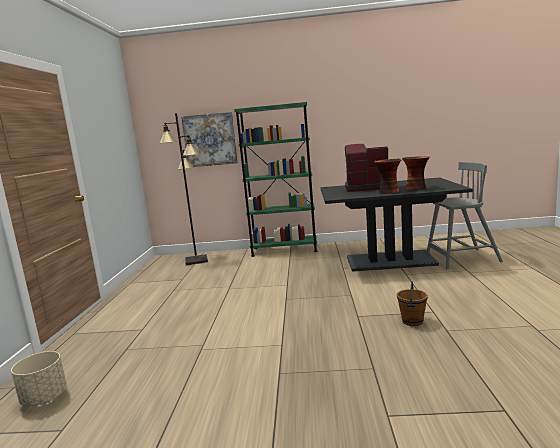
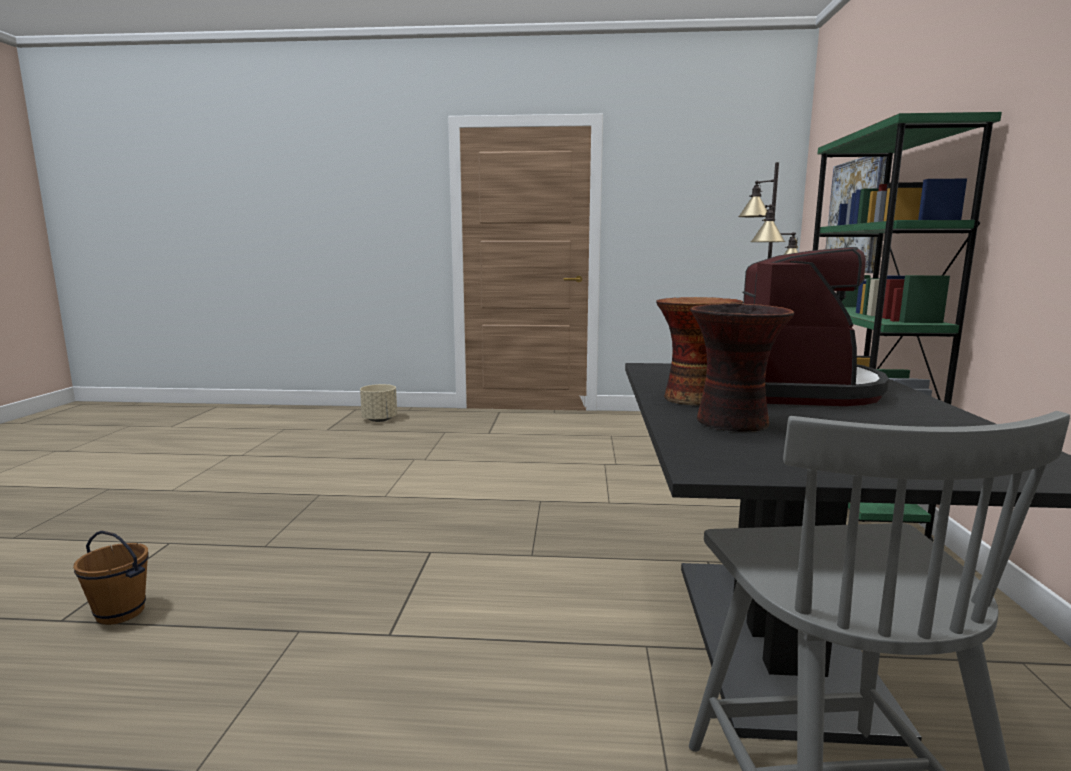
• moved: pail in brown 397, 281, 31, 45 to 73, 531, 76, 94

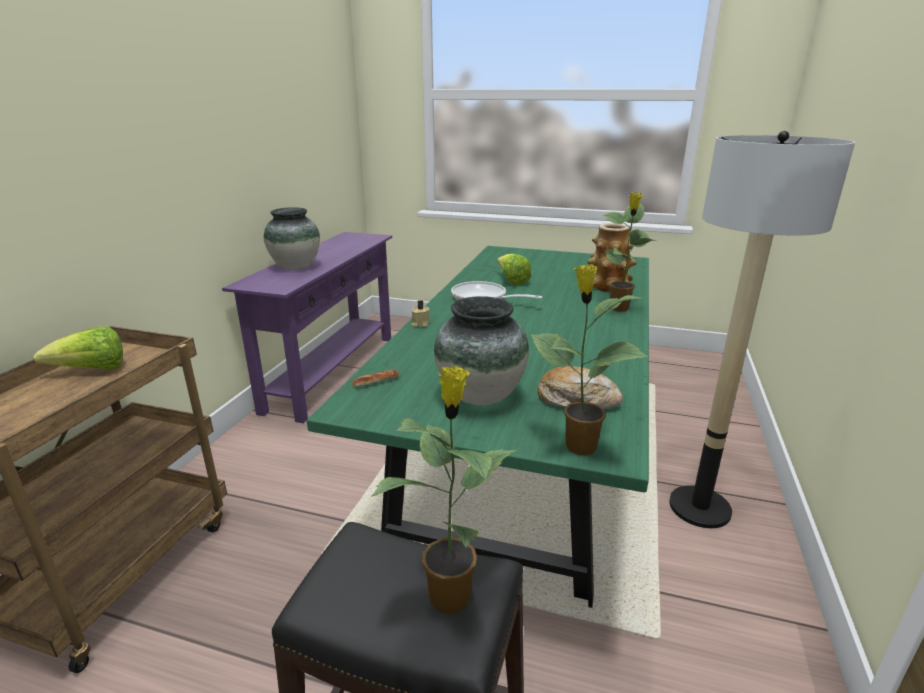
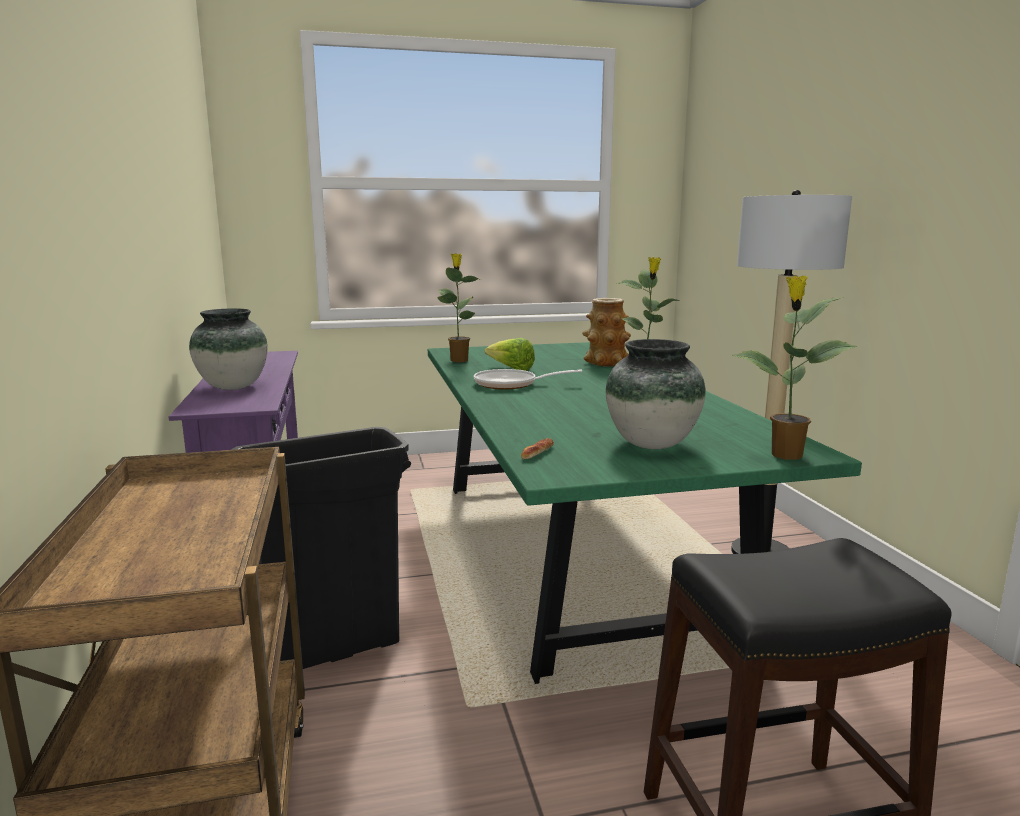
• removed: candle in beige 411, 300, 18, 27
• removed: head of lettuce 33, 327, 90, 43
• moved: plant in a pot 371, 366, 146, 249 to 438, 253, 43, 109
• removed: bakery bread 538, 366, 85, 43
• added: trash can in blackish 231, 427, 180, 242

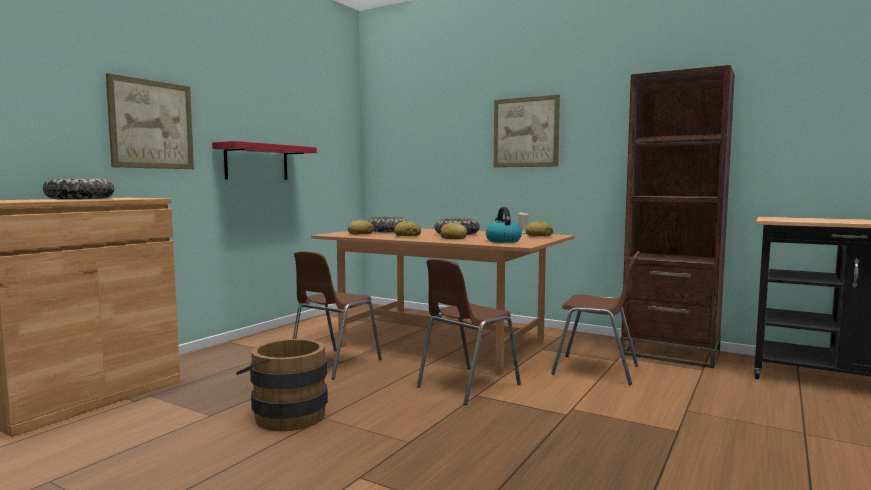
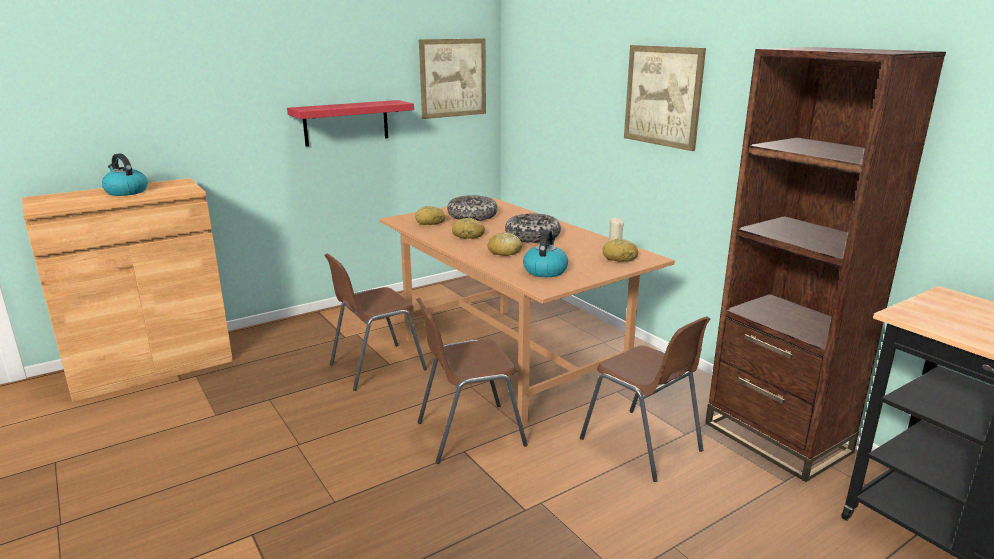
• moved: wall picture 106, 73, 88, 96 to 419, 38, 67, 81
• replaced: deep dish 43, 179, 71, 20 to water kettle 102, 153, 46, 43
• removed: pail in brown 236, 339, 92, 92

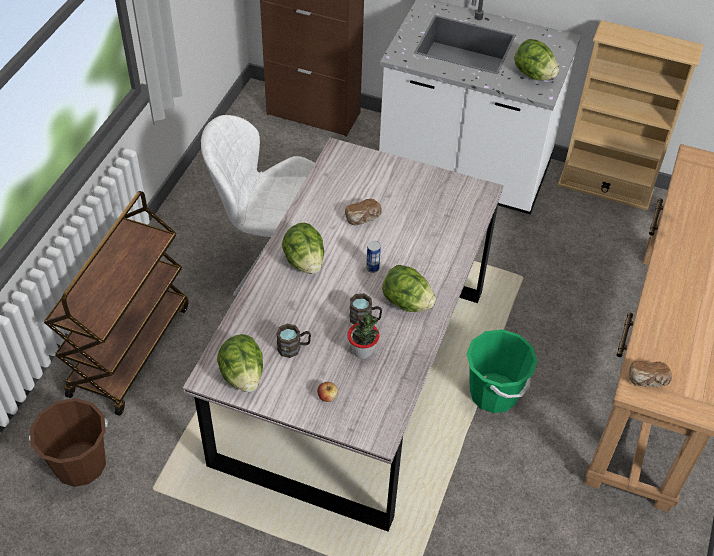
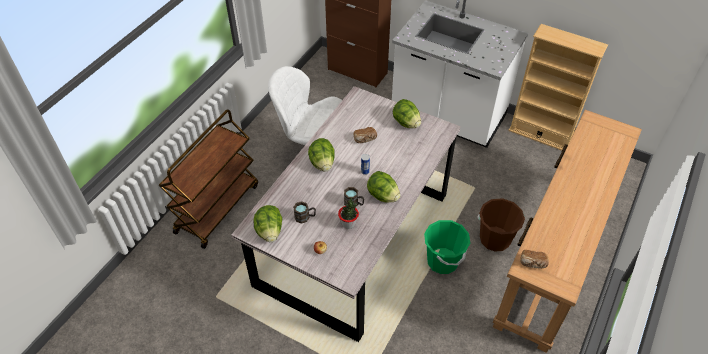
• moved: head of lettuce 514, 39, 45, 41 to 393, 99, 28, 29
• moved: pail in brown 29, 398, 79, 89 to 477, 198, 48, 54

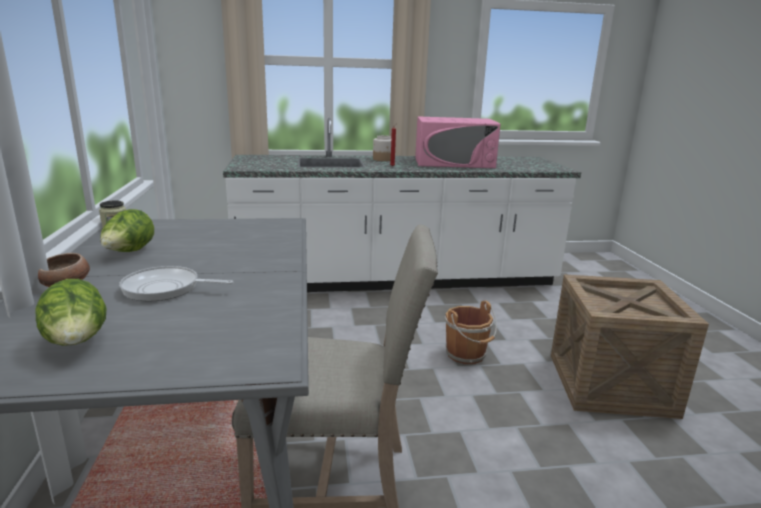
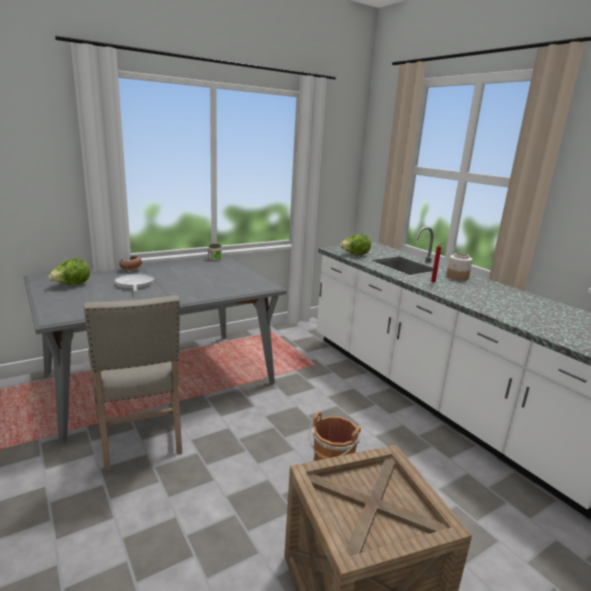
• removed: microwave in pinkish 415, 116, 86, 52
• moved: head of lettuce 100, 209, 54, 43 to 340, 234, 31, 21

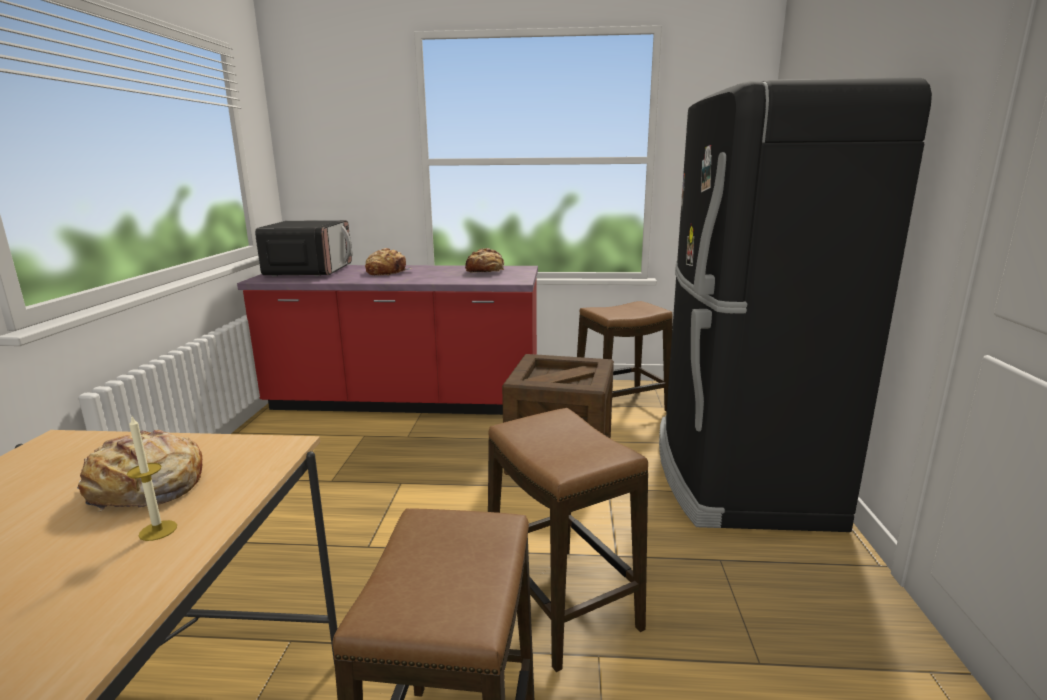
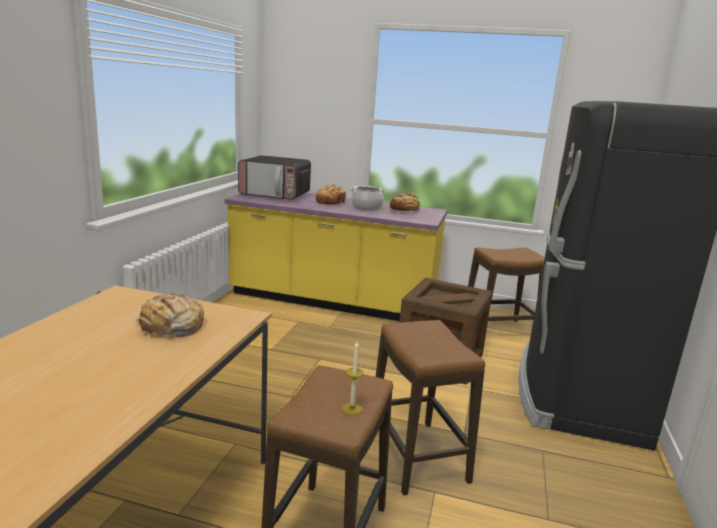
• turned: microwave 255, 220, 98, 57 = 238, 155, 73, 45 90 degrees clockwise
• recoloured: counter in reddish 237, 265, 301, 150 to counter in yellow-coloured 225, 193, 222, 128
• moved: candle 127, 417, 50, 124 to 342, 341, 22, 74
• added: saucepot 350, 186, 36, 24

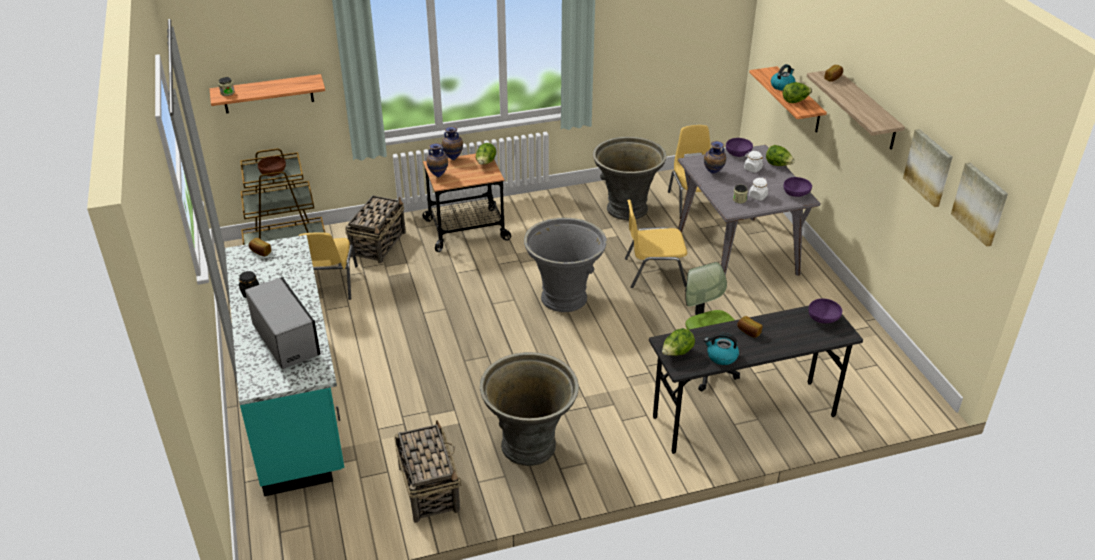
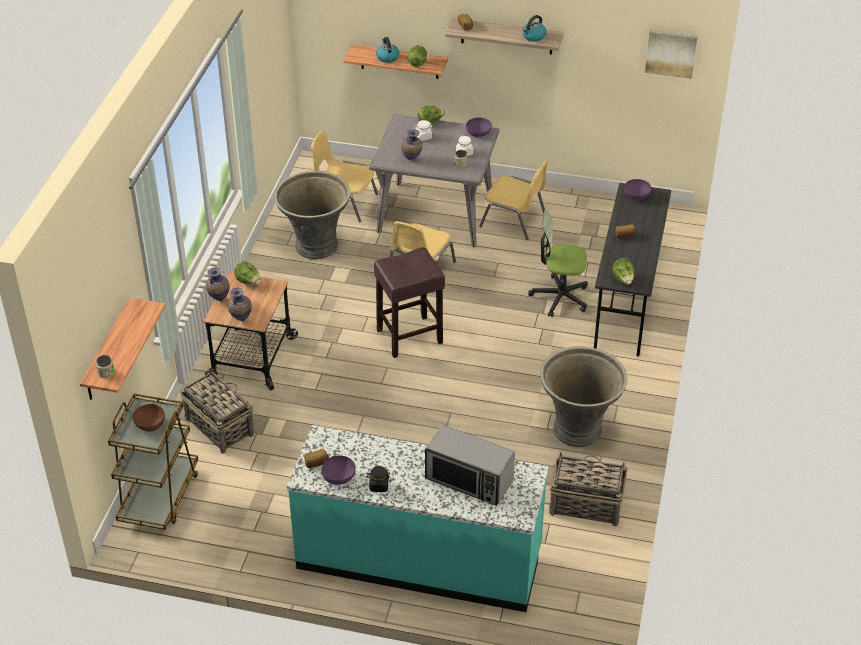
• removed: wall picture 903, 129, 49, 78
• moved: deep dish in purple 726, 138, 27, 19 to 322, 456, 34, 29
• replaced: flower pot in grey 524, 218, 83, 94 to stool in brown 374, 247, 71, 111
• moved: chair in yellow-coloured 299, 232, 59, 68 to 479, 160, 69, 80
• turned: microwave 245, 277, 75, 92 = 425, 425, 90, 81 150 degrees counterclockwise
• moved: water kettle 704, 333, 35, 32 to 522, 15, 24, 26

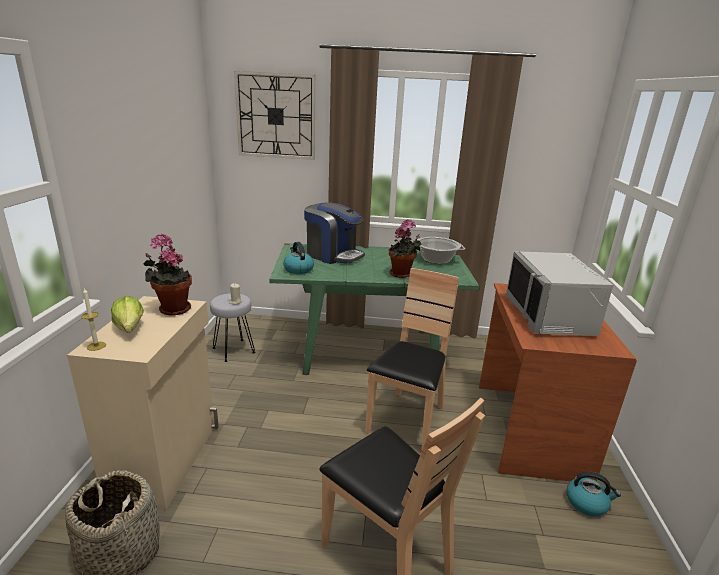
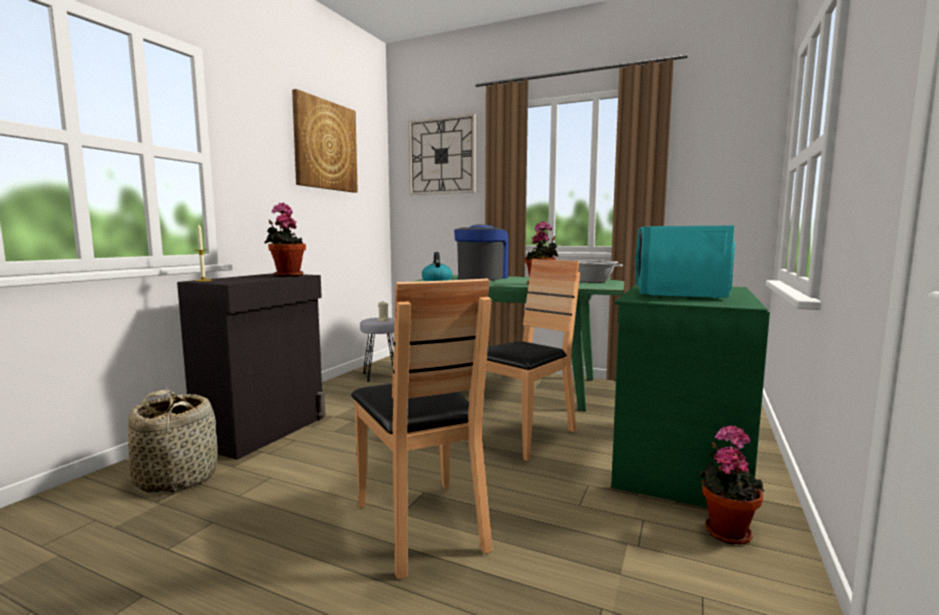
• turned: coffee machine 304, 202, 61, 62 = 454, 224, 55, 57 120 degrees counterclockwise
• recoloured: microwave in grey 506, 252, 107, 84 to microwave in blue-green 635, 226, 100, 73
• recoloured: desk table in brown 479, 283, 158, 198 to desk table in green 611, 285, 159, 223
• recoloured: cabinet in beige 67, 296, 152, 214 to cabinet in blackish 177, 273, 149, 187
• removed: head of lettuce 111, 296, 33, 37
• replaced: water kettle 567, 472, 54, 44 to plant in a pot 698, 425, 66, 120
• added: wall picture 292, 89, 66, 104

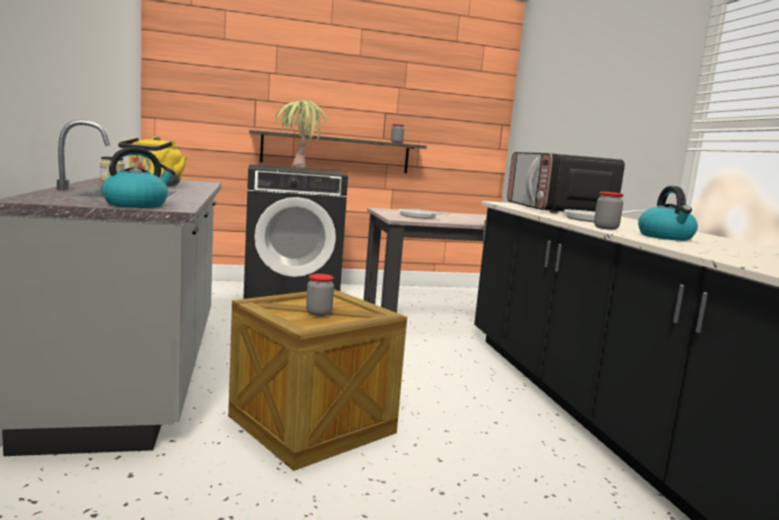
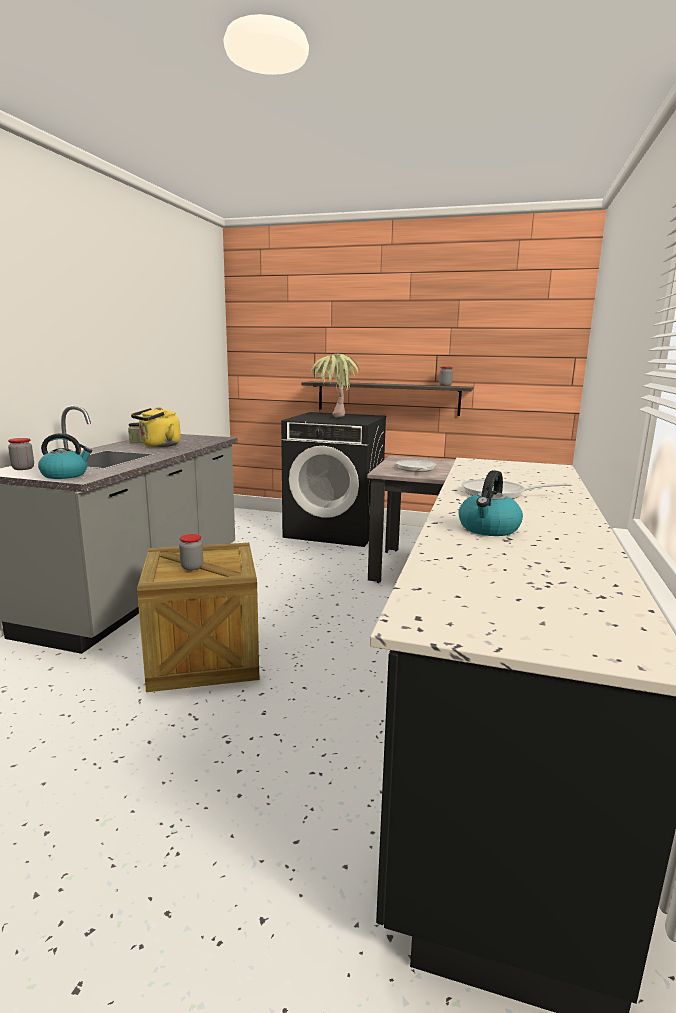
• removed: microwave 507, 152, 118, 61
• moved: jar 594, 192, 30, 38 to 8, 438, 26, 32

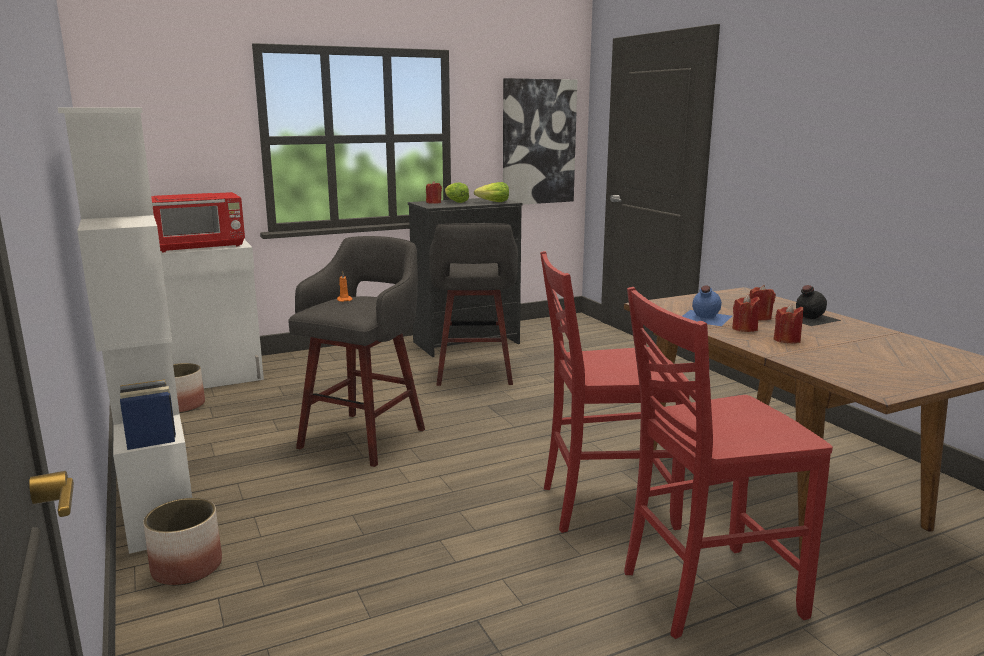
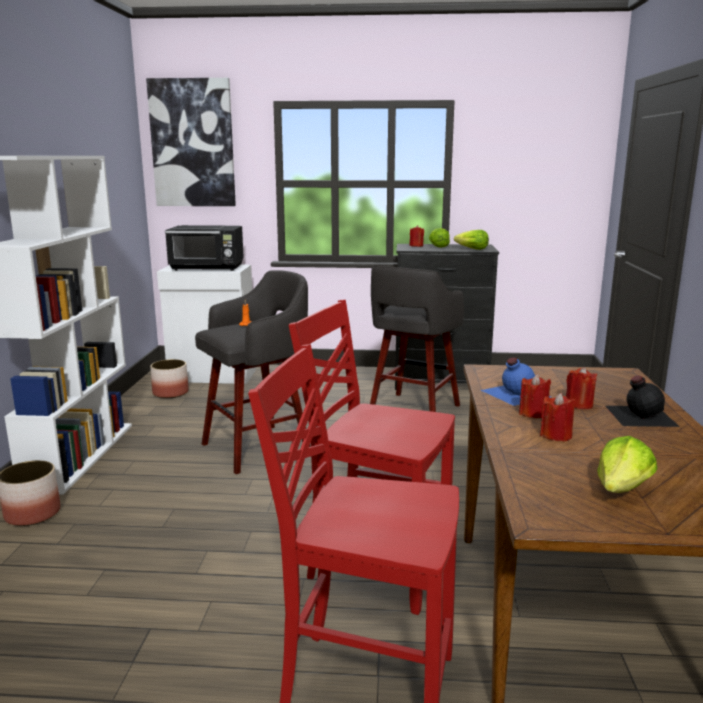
• moved: wall picture 503, 78, 74, 126 to 146, 78, 90, 128
• recoloured: microwave in reddish 151, 192, 94, 60 to microwave in blackish 165, 225, 79, 46
• added: head of lettuce 597, 436, 60, 57

